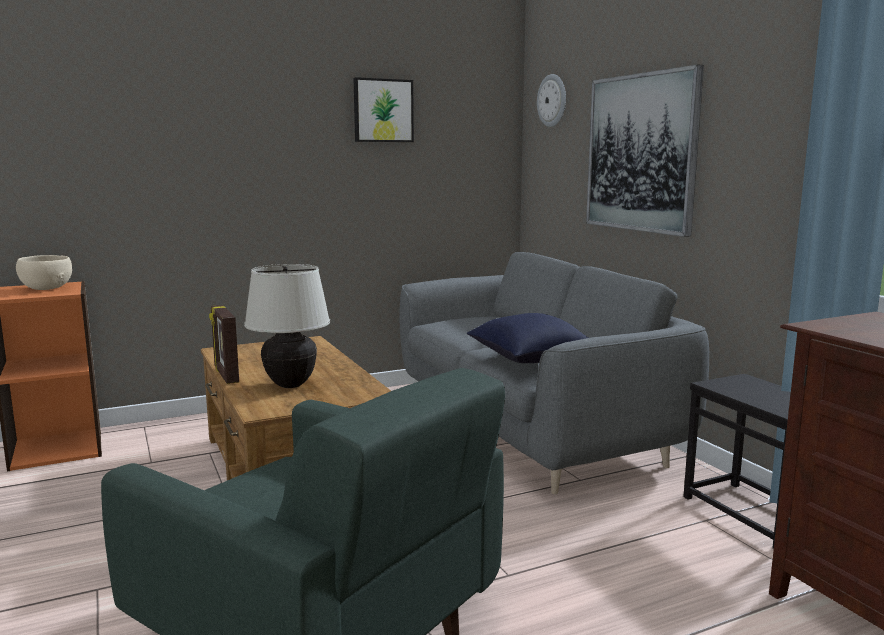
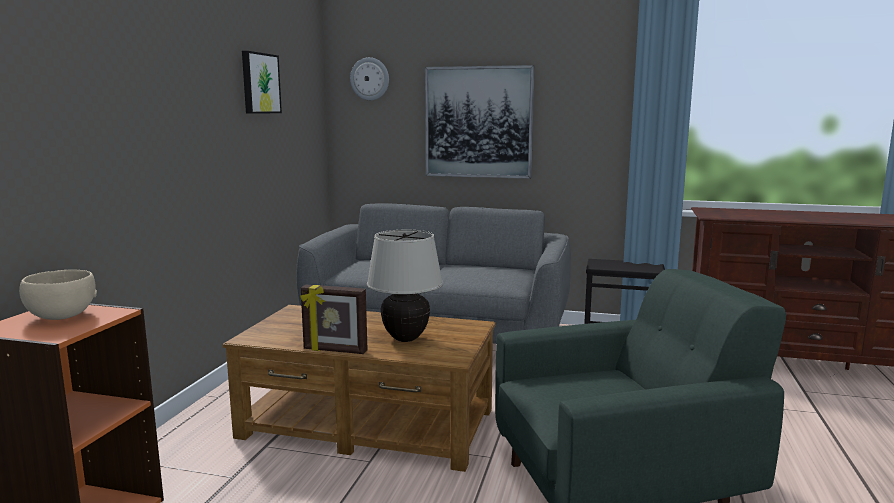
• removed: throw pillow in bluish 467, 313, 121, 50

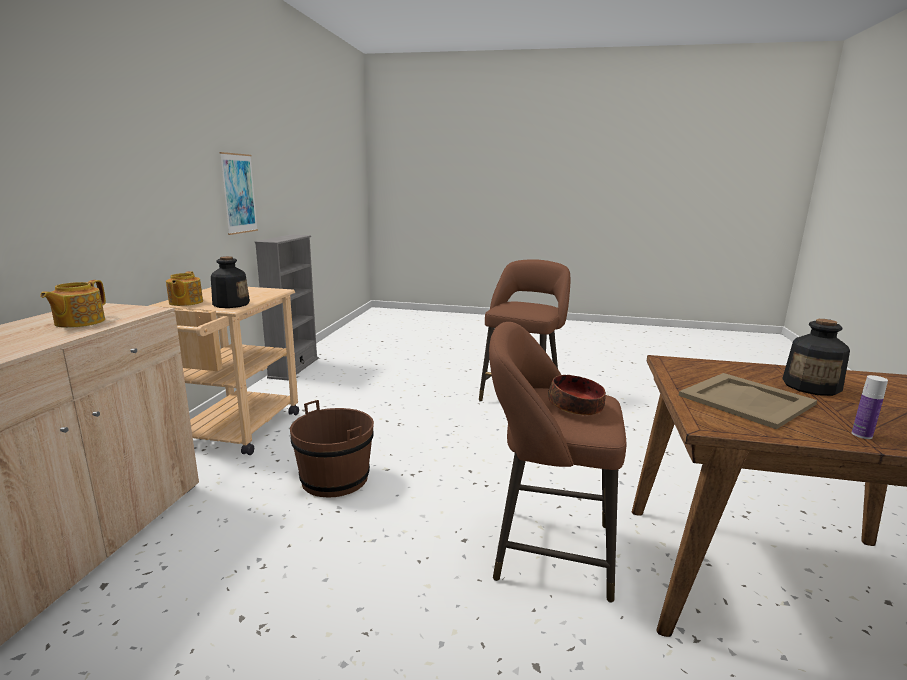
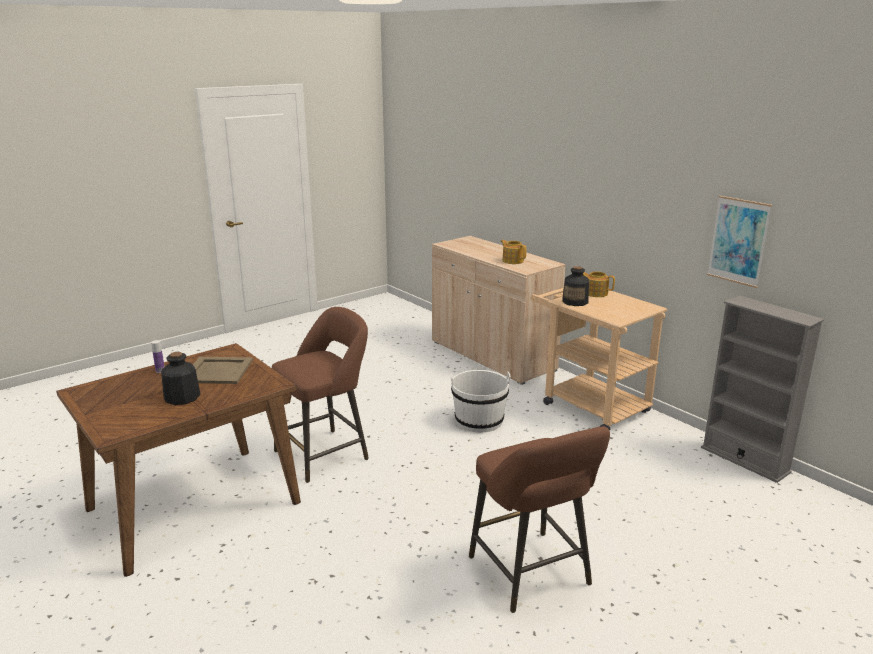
• removed: deep dish 548, 375, 58, 40
• recoloured: pail in brown 290, 400, 84, 98 to pail in white 450, 370, 60, 62

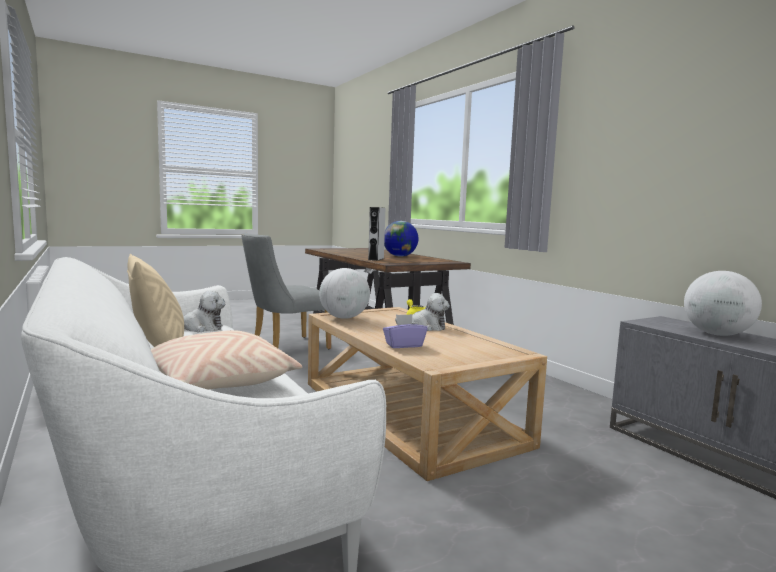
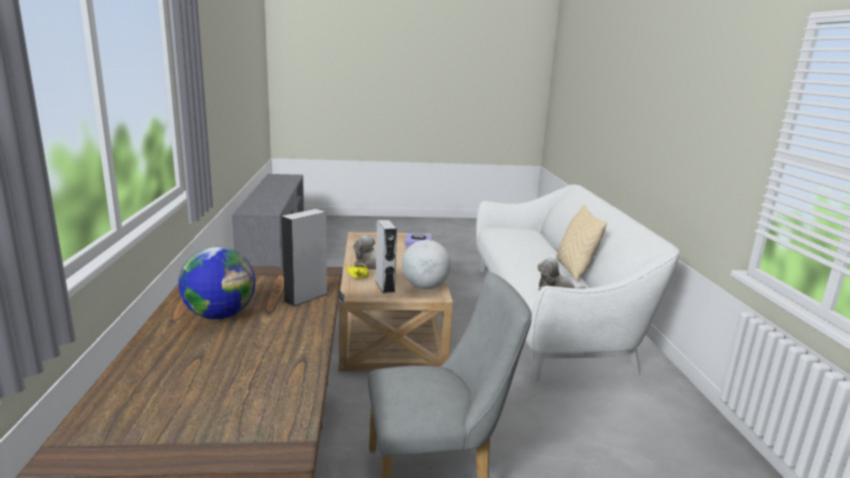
• removed: desk globe 684, 271, 78, 65
• removed: throw pillow in beige 150, 330, 152, 59
• added: speaker in grey 375, 220, 22, 73

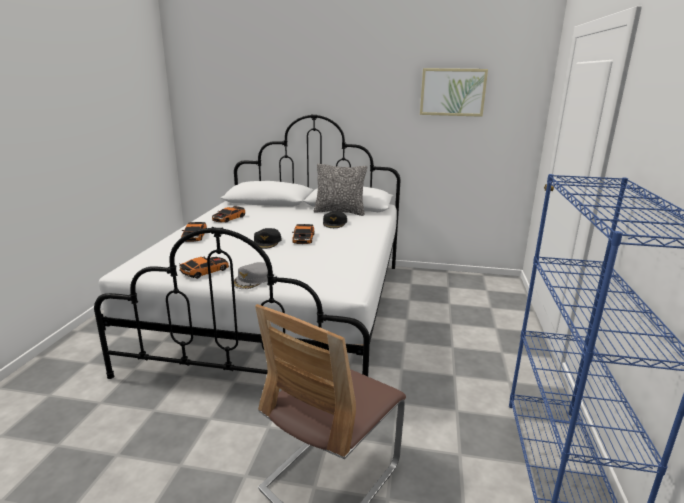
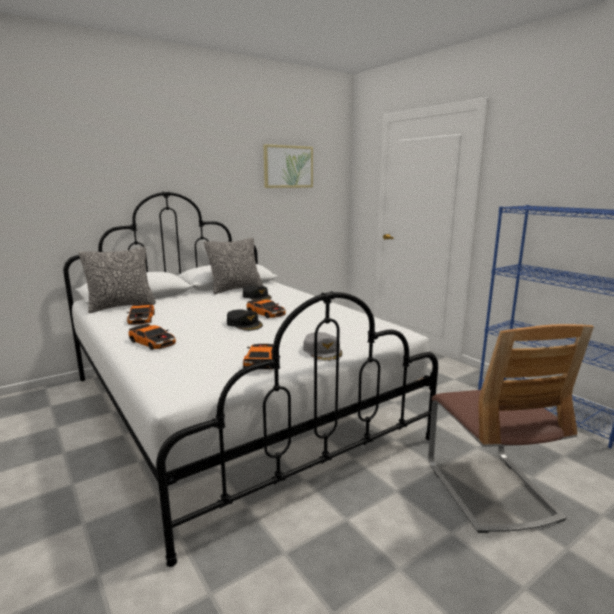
• added: throw pillow 79, 247, 77, 66

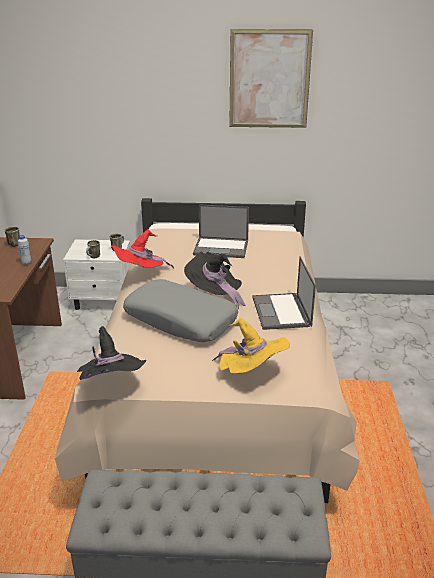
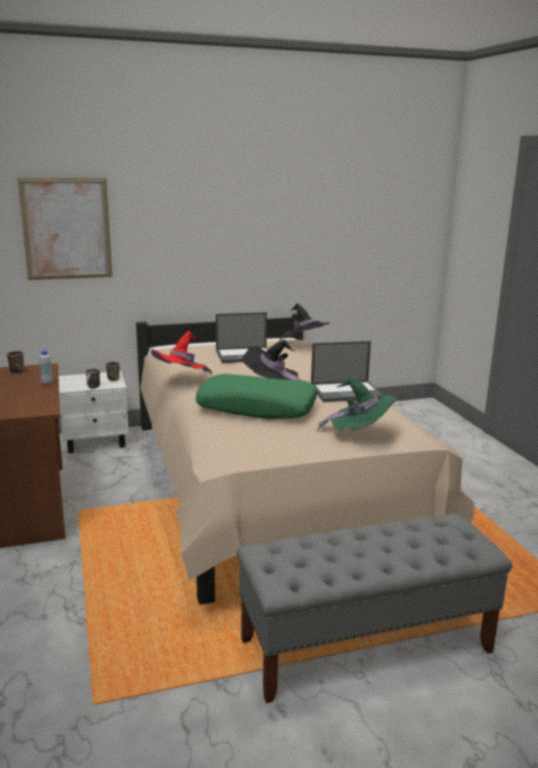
• moved: wall picture 229, 29, 84, 99 to 18, 178, 94, 102
• turned: notebook computer 253, 256, 63, 74 = 311, 341, 72, 61 75 degrees counterclockwise
• recoloured: throw pillow in grey 123, 279, 115, 63 to throw pillow in green 196, 374, 121, 45
• recoloured: clothing hat in yellow-coloured 212, 318, 78, 56 to clothing hat in green 316, 376, 82, 55
• moved: clothing hat in blackish 77, 326, 69, 54 to 279, 303, 51, 37

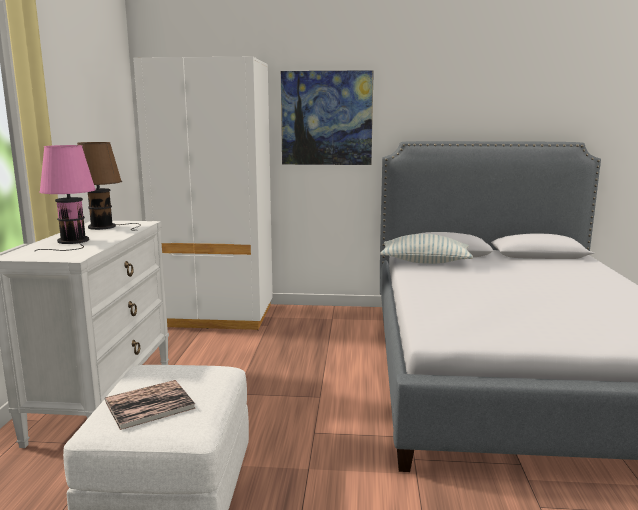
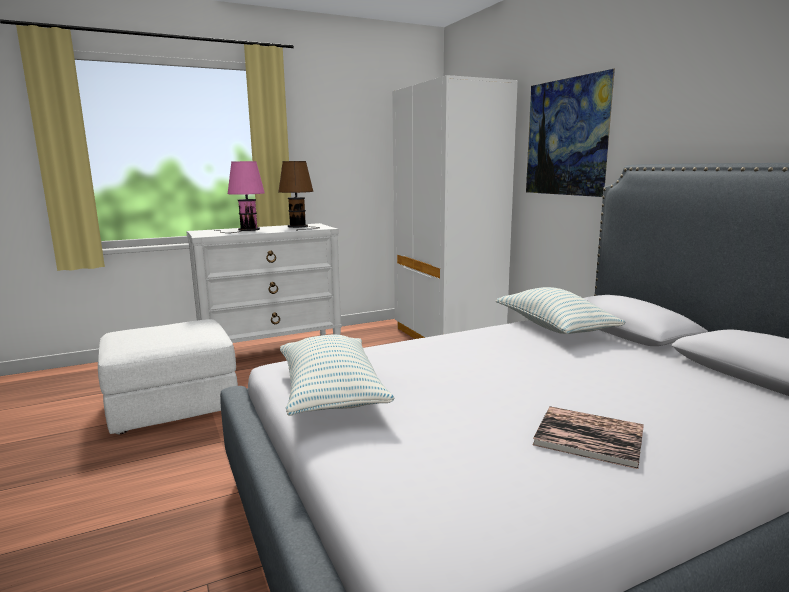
• moved: bound book 105, 380, 91, 50 to 533, 406, 111, 63
• added: throw pillow 280, 335, 115, 81

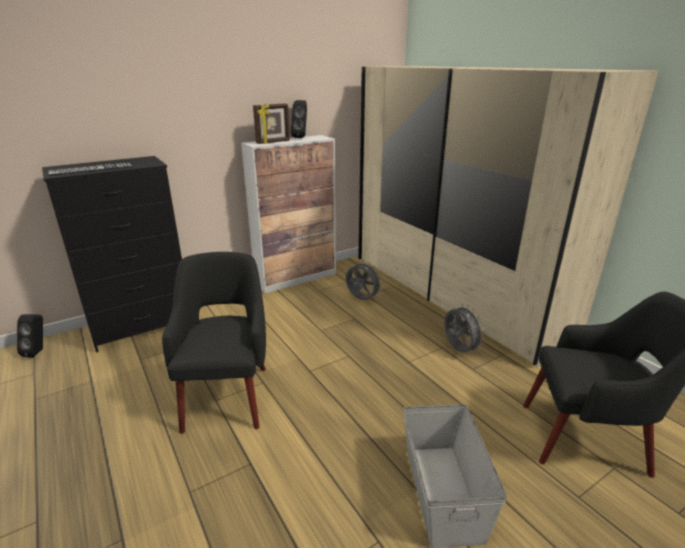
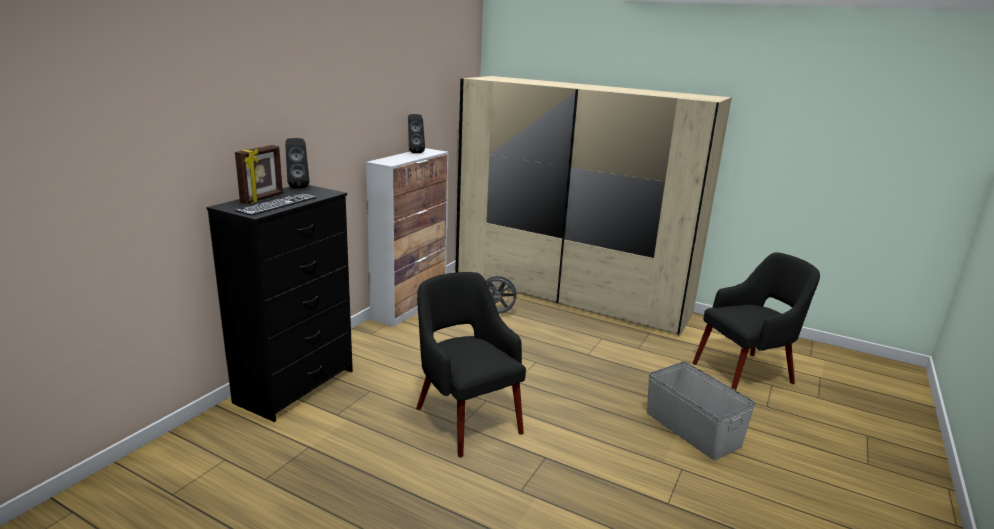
• moved: photo frame 253, 103, 37, 41 to 235, 145, 48, 59
• removed: electric fan in grey 444, 304, 41, 49
• moved: speaker in blackish 17, 314, 26, 44 to 285, 138, 24, 51

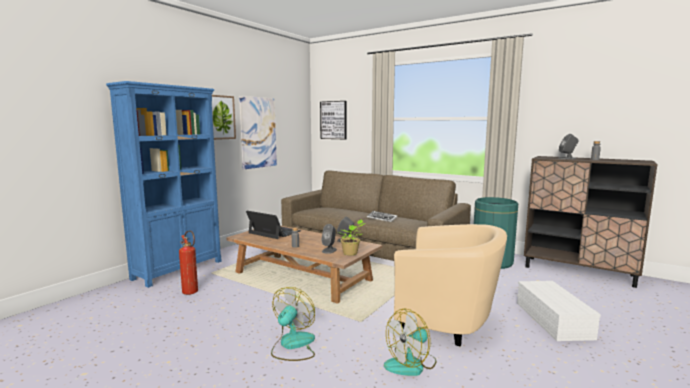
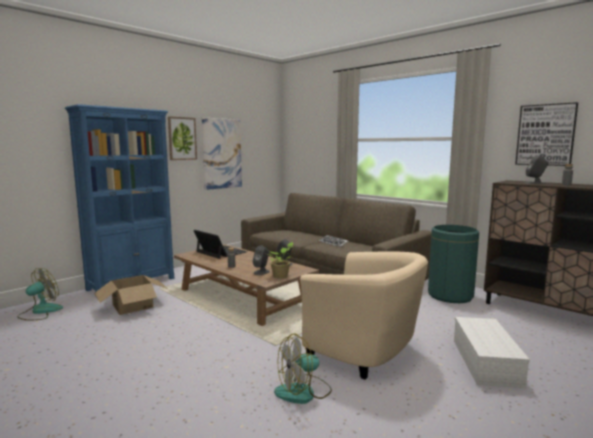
• moved: wall picture 320, 101, 26, 38 to 515, 102, 63, 64
• replaced: fire-fighting cylinder 179, 230, 19, 65 to cardboard box 94, 275, 74, 40
• moved: electric fan 271, 287, 44, 74 to 17, 268, 46, 53

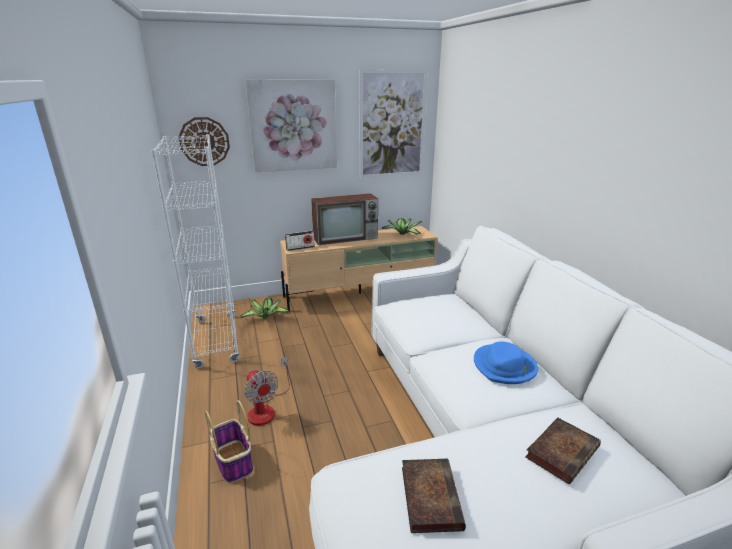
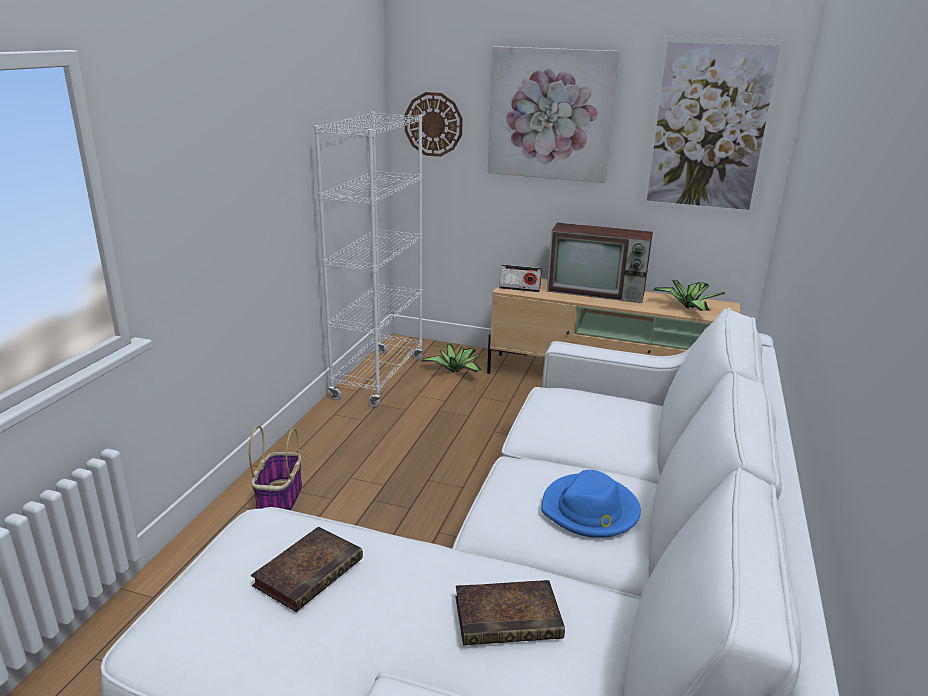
• removed: electric fan 244, 357, 46, 69

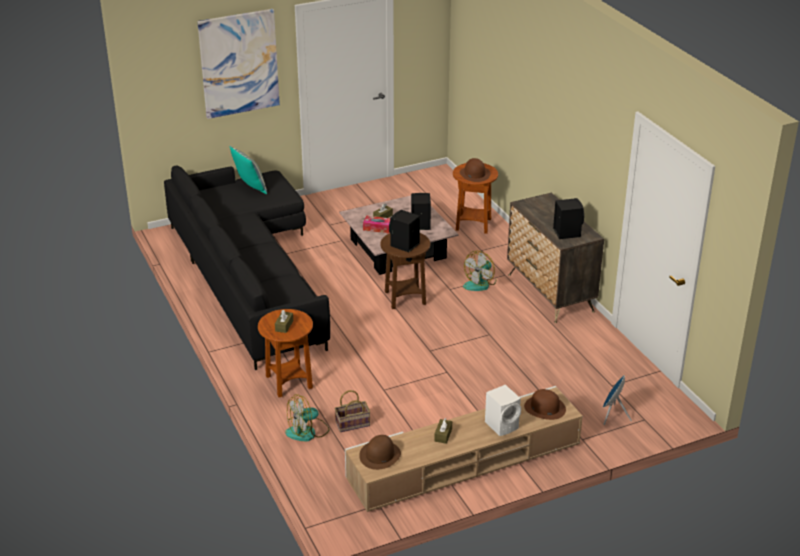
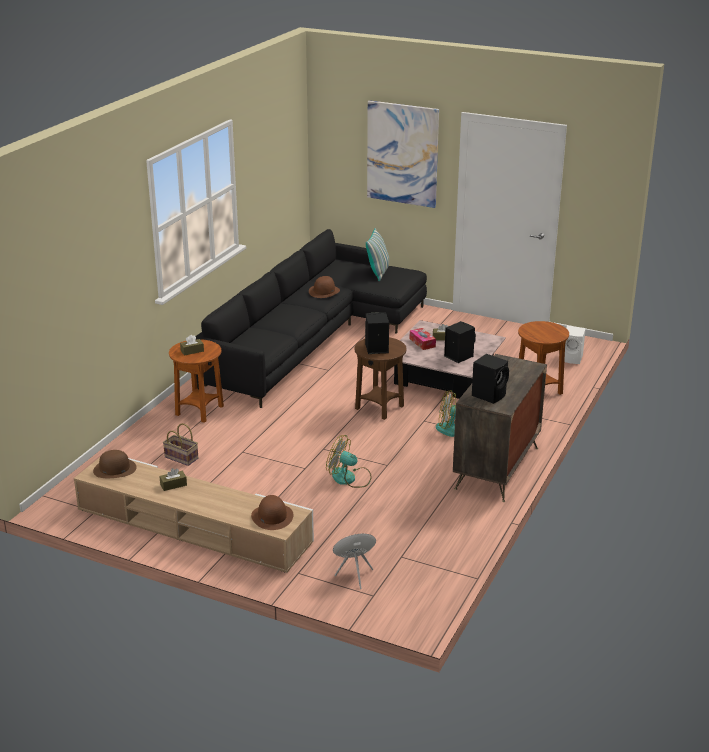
• moved: clothing hat in brown 460, 158, 30, 24 to 309, 276, 31, 22
• moved: speaker in white 485, 385, 36, 51 to 564, 326, 22, 38
• moved: electric fan 285, 394, 45, 48 to 326, 435, 46, 53

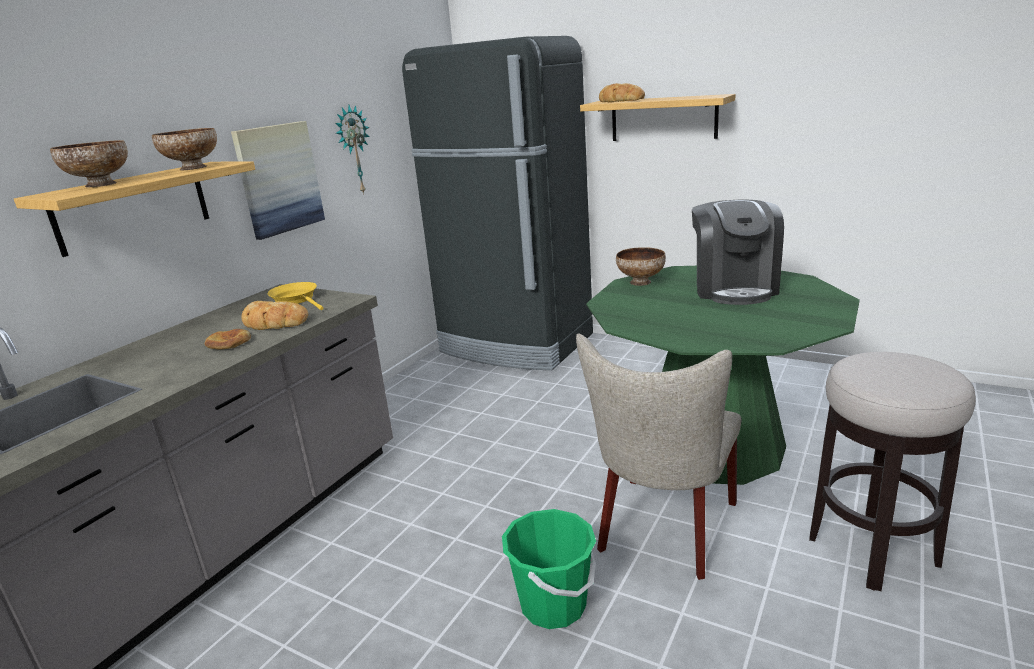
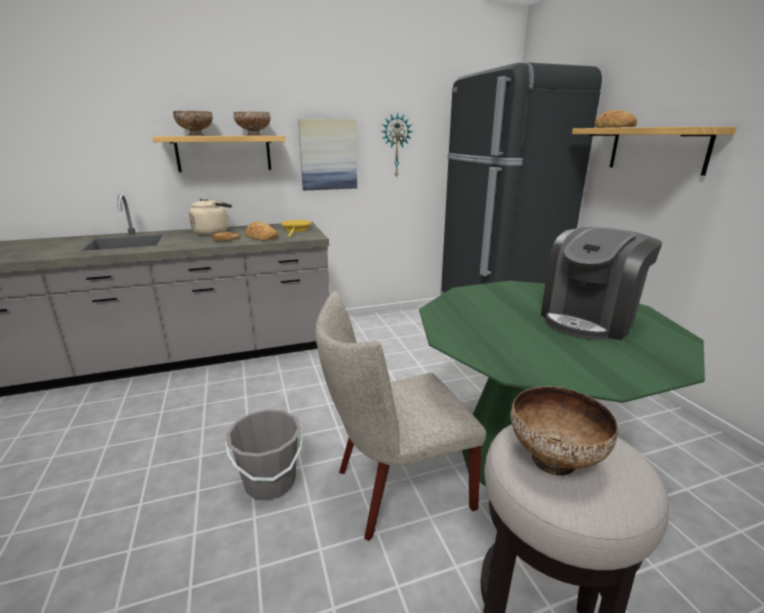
• moved: deep dish 616, 247, 50, 39 to 510, 386, 108, 90
• recoloured: pail in green 502, 509, 94, 120 to pail in grey 225, 409, 78, 92
• added: water kettle in beige 189, 198, 43, 37

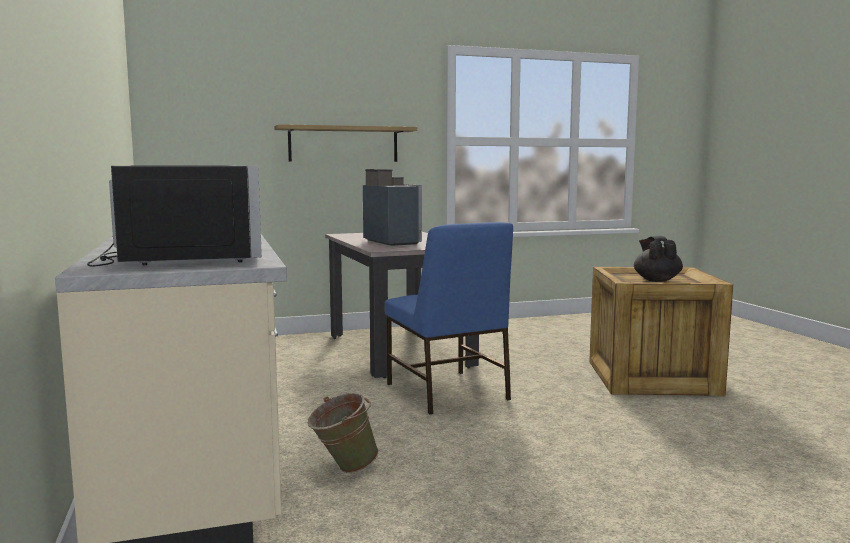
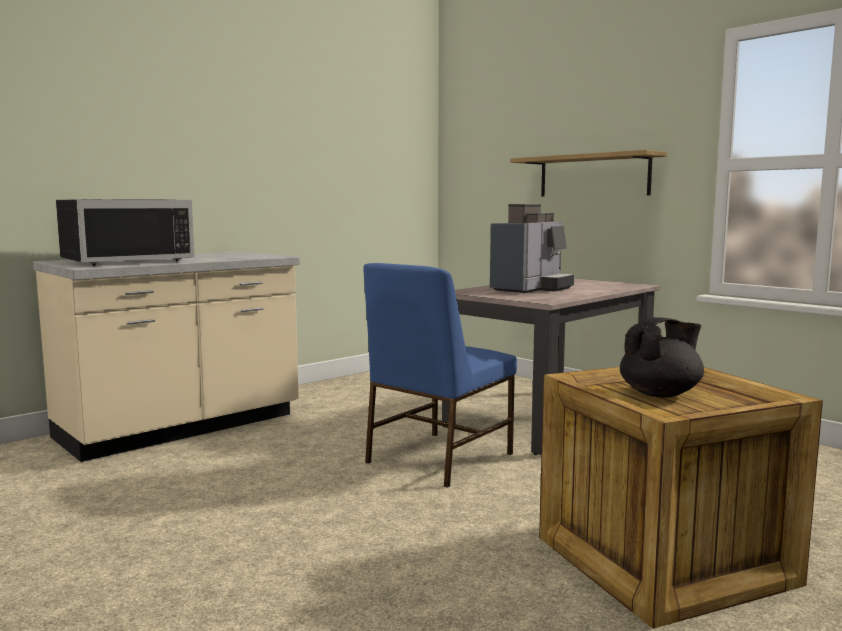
• removed: pail in green 308, 392, 71, 81

